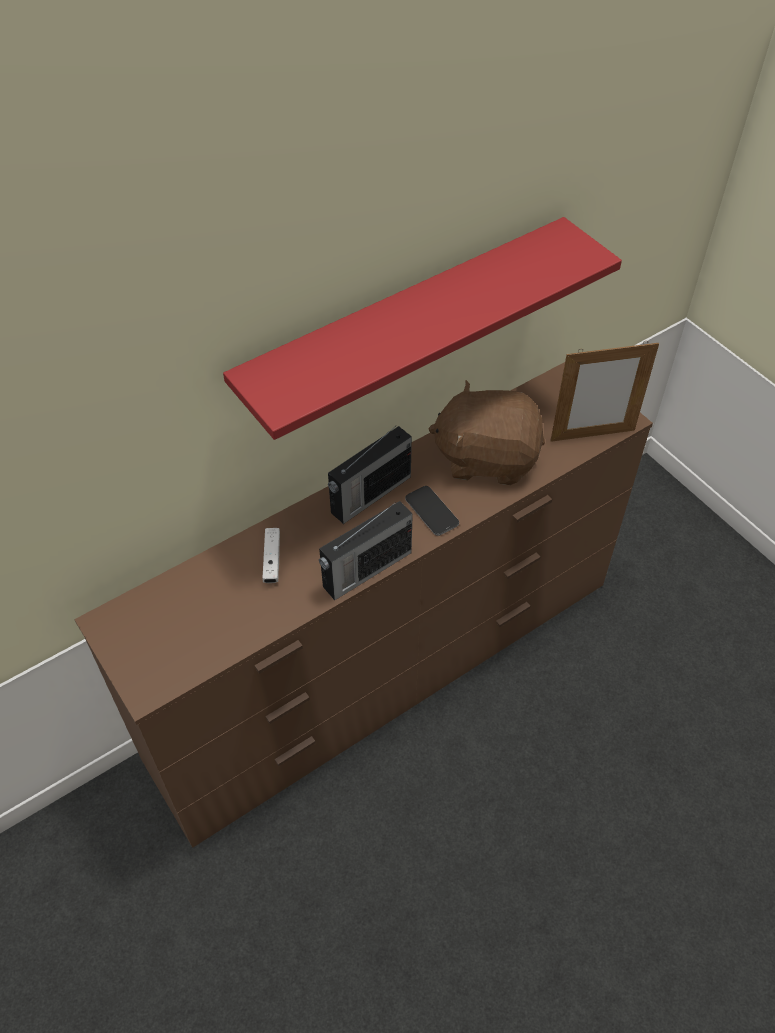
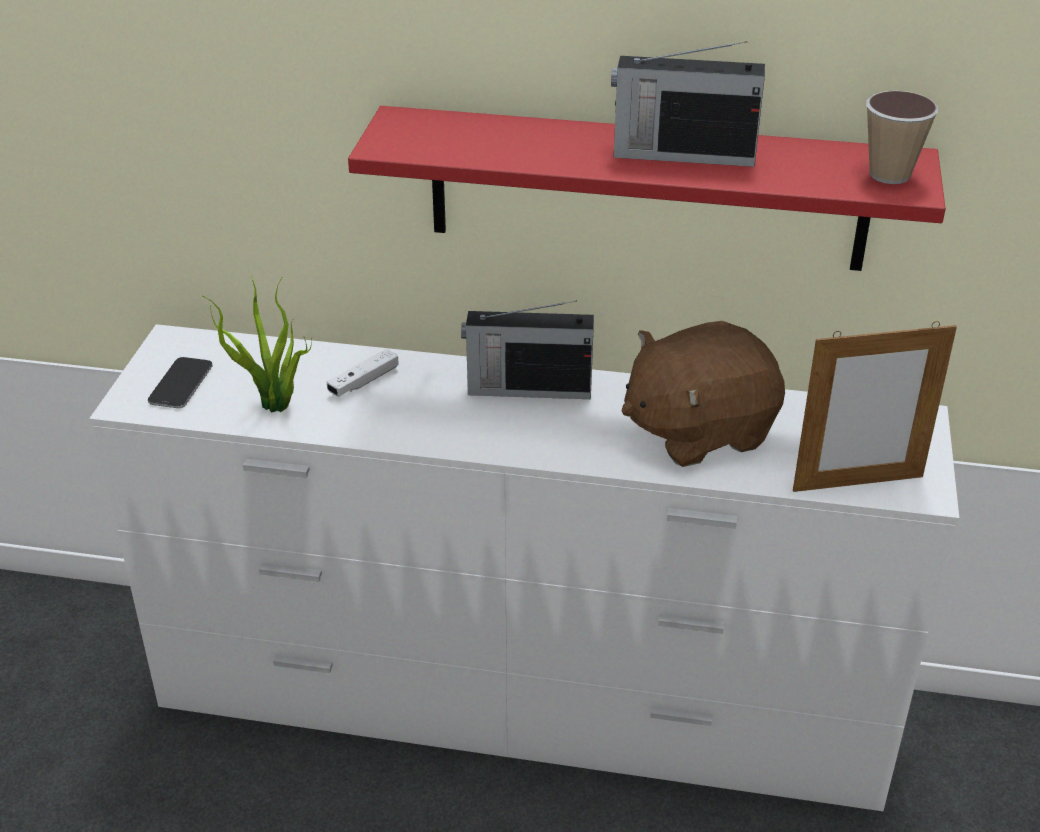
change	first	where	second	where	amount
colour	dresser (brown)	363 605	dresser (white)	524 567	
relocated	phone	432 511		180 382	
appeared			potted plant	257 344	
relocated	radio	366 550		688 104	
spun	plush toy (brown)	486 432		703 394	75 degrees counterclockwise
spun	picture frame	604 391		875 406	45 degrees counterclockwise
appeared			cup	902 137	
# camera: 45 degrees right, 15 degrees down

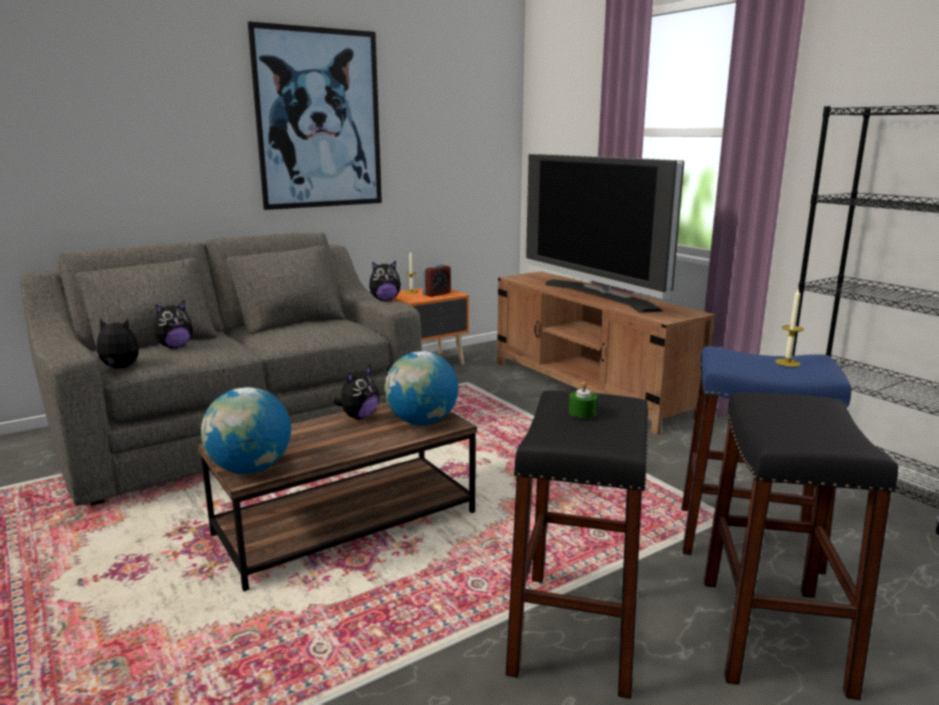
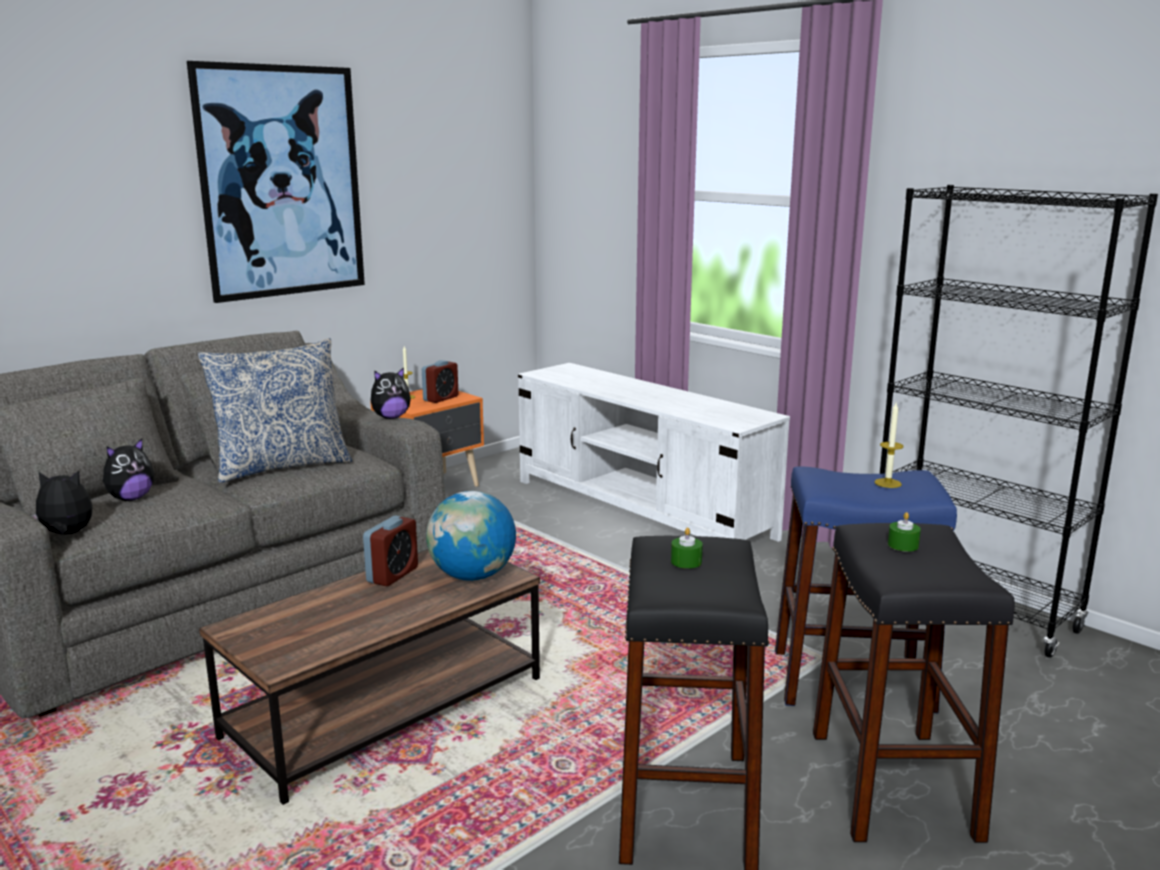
change	first	where	second	where	amount
appeared			pillow	275 410	
exchanged	plush toy	356 392	alarm clock	390 551	
colour	tv stand (brown)	606 353	tv stand (white)	654 452	
appeared			candle (green)	904 532	
missing	globe	246 430			
missing	television	605 233			
# camera: 10 degrees left, 0 degrees up

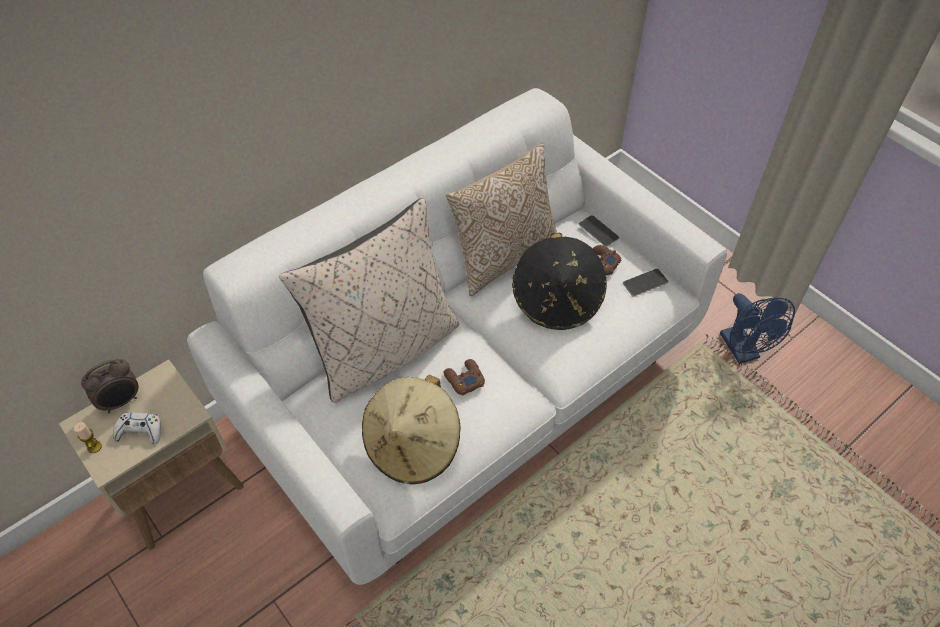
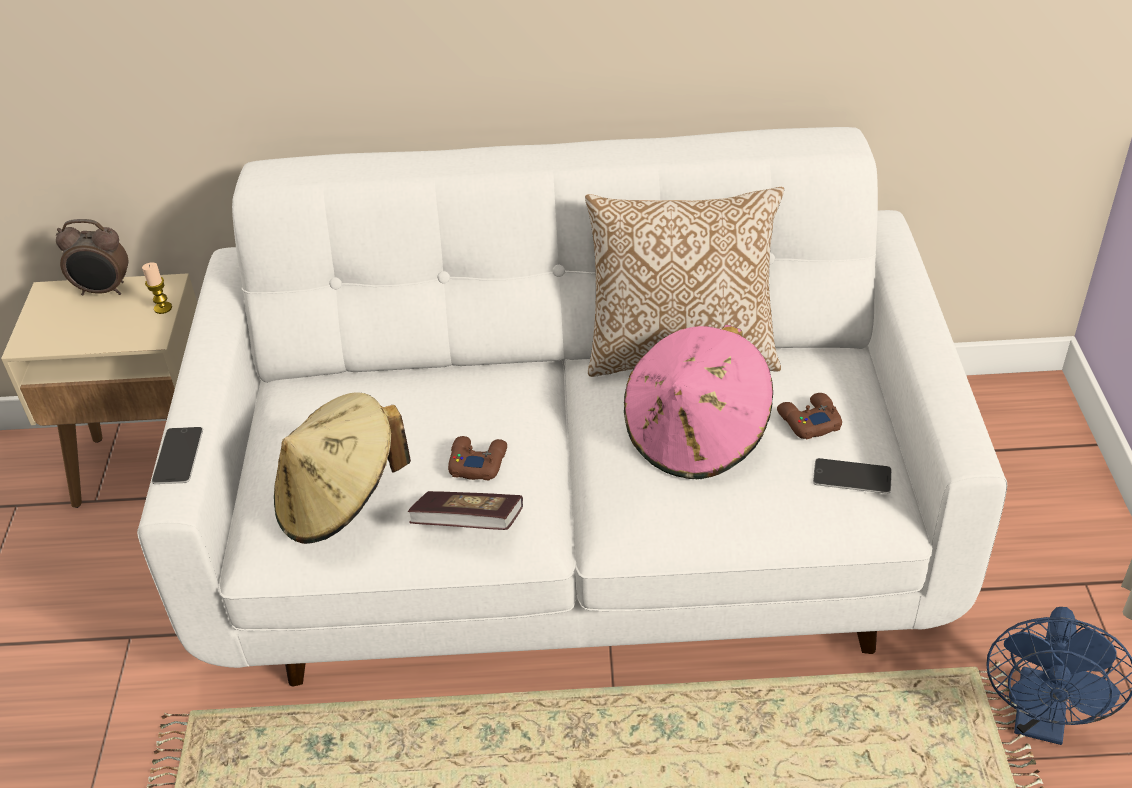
change	first	where	second	where	amount
relocated	candle	88 437		157 288	
relocated	phone	599 231		177 455	
appeared			book	465 510	
colour	hat (black)	559 281	hat (pink)	698 402	
missing	game controller (white)	137 428			
missing	pillow (beige)	369 300			
# camera: 40 degrees right, 10 degrees down

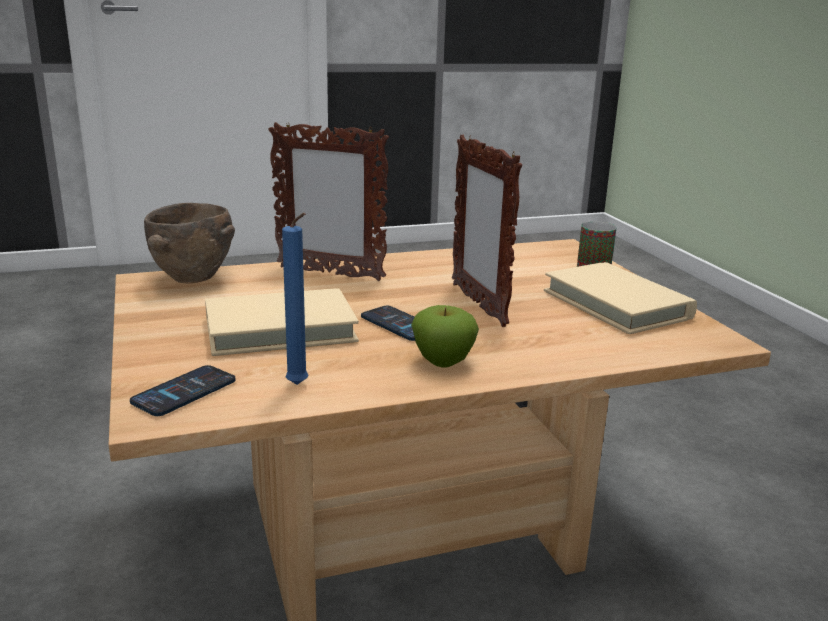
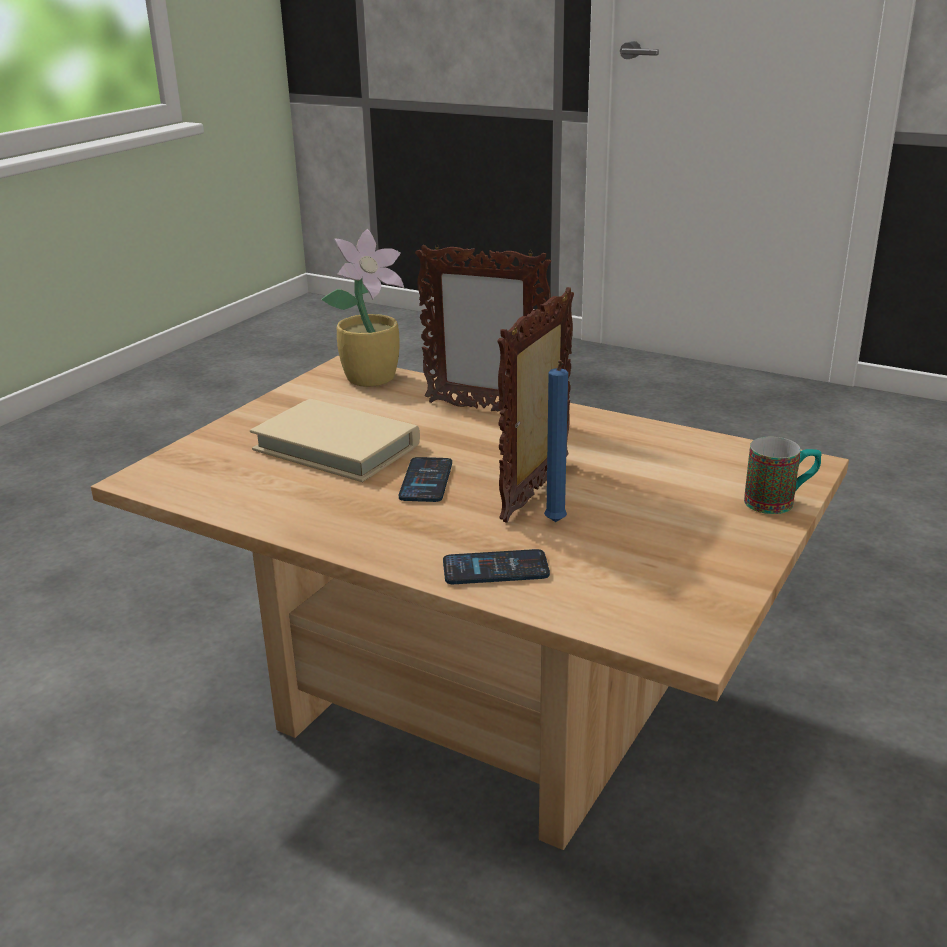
change	first	where	second	where	amount
exchanged	bowl (brown)	189 243	potted plant	362 308	
spun	picture frame	328 201		483 328	45 degrees counterclockwise
relocated	phone	183 390		496 566	
relocated	candle (blue)	295 299		556 441	
missing	apple	445 336			
missing	book (beige)	620 298			
# camera: 50 degrees right, 5 degrees up

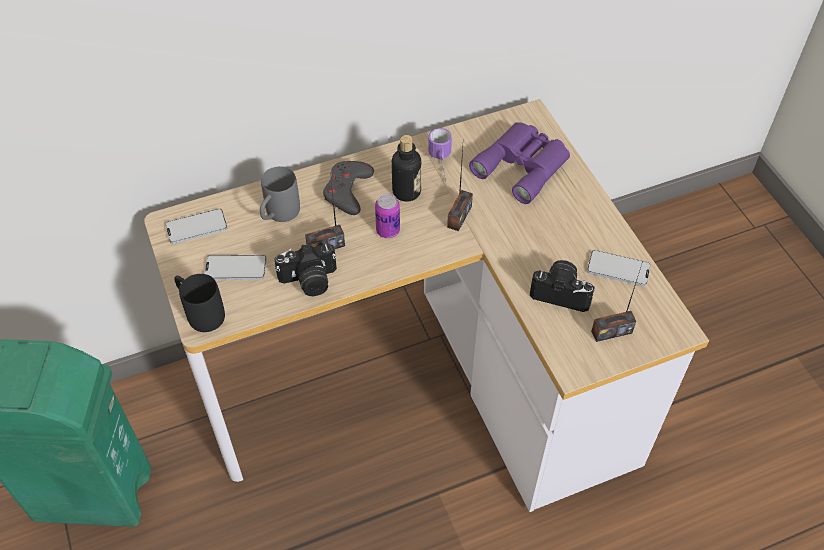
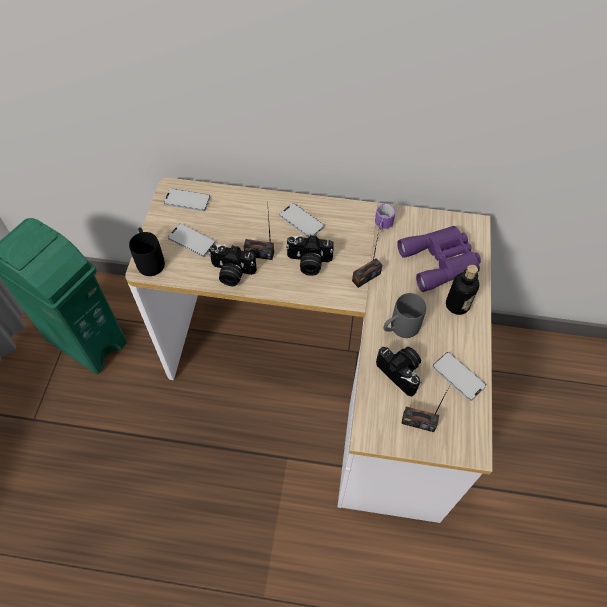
change	first	where	second	where	amount
exchanged	game controller (grey)	348 188	phone	301 220	
exchanged	can	387 215	photo camera	310 255	
relocated	mug (grey)	280 194		404 315	
relocated	bottle	407 168		462 290	
# camera: 30 degrees right, 5 degrees up

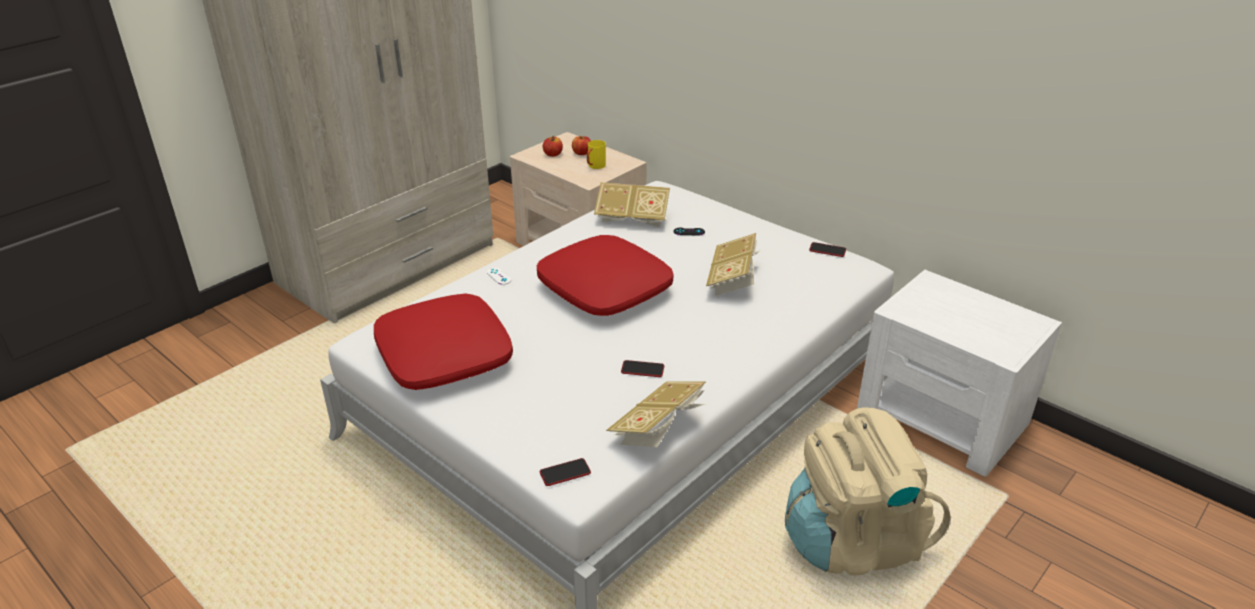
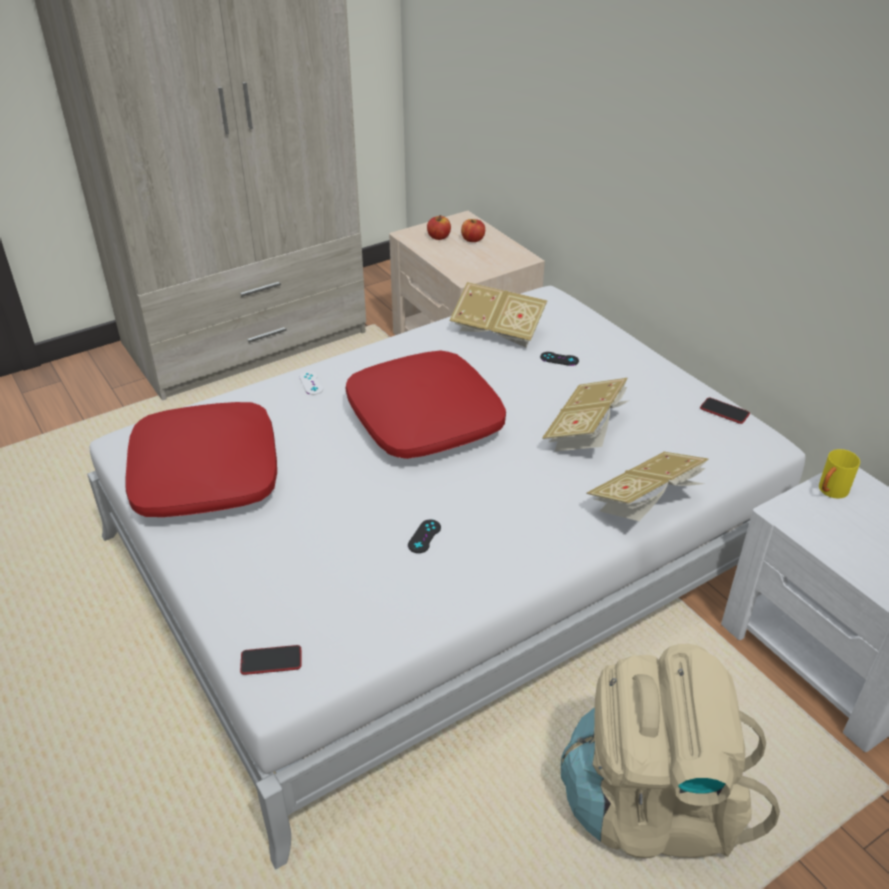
change	first	where	second	where	amount
exchanged	phone	642 368	game controller (black)	424 536	
relocated	book	656 414		647 486	
relocated	mug (yellow)	596 154		839 474	
# camera: 15 degrees right, 5 degrees up

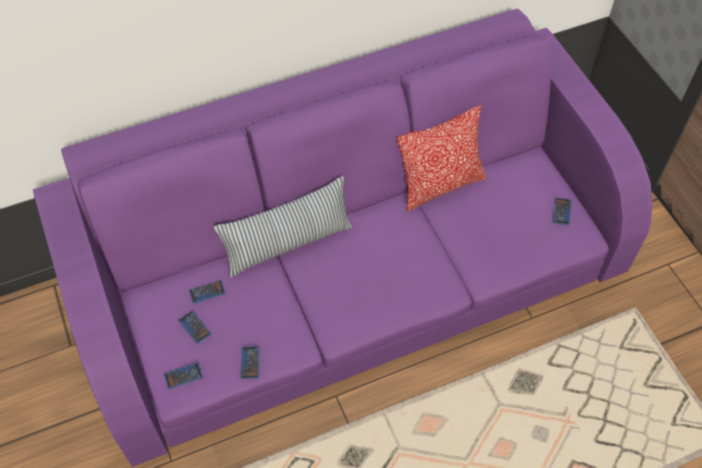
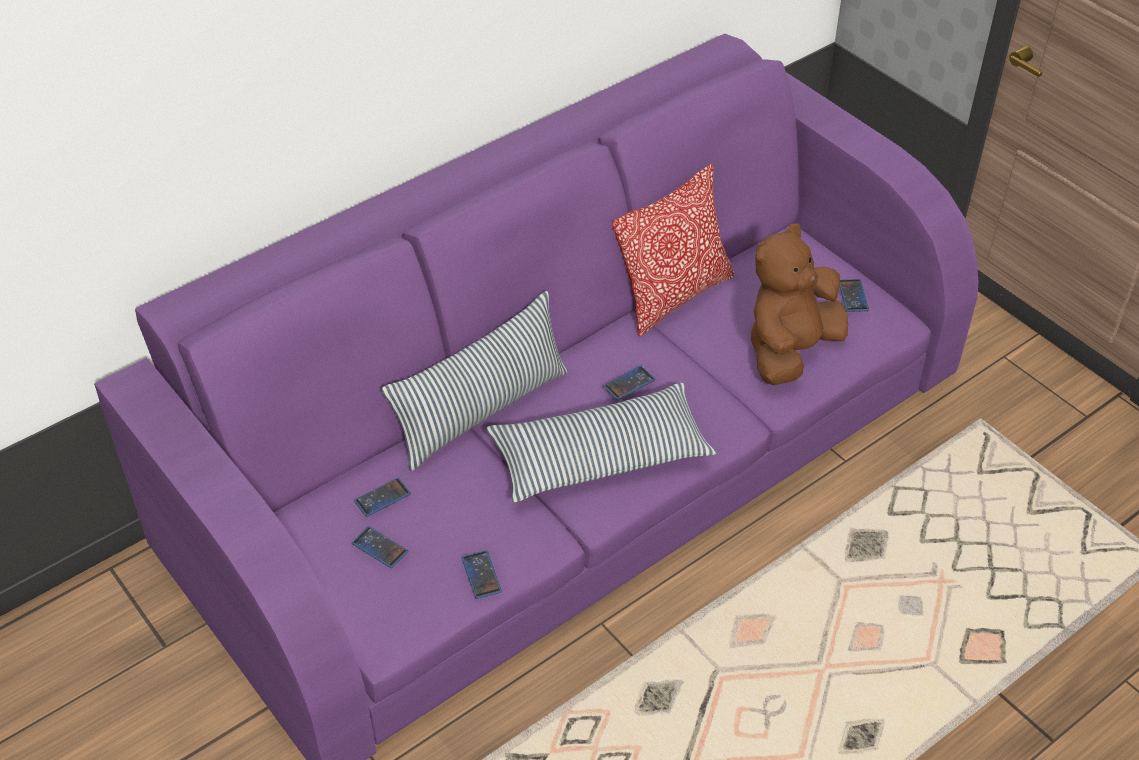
change	first	where	second	where	amount
appeared			pillow	601 442	
relocated	phone	183 375		629 383	
appeared			plush toy (brown)	799 304	
# camera: 15 degrees left, 10 degrees down

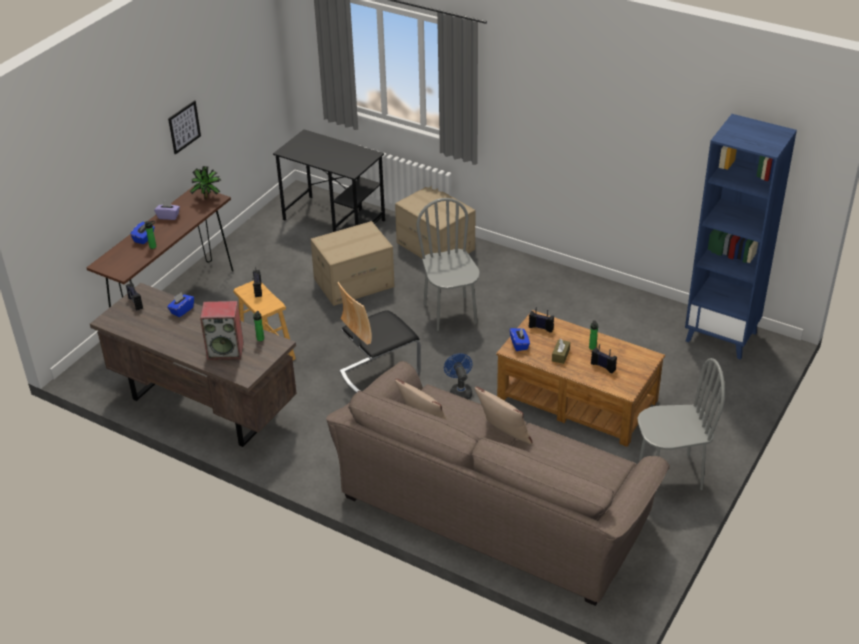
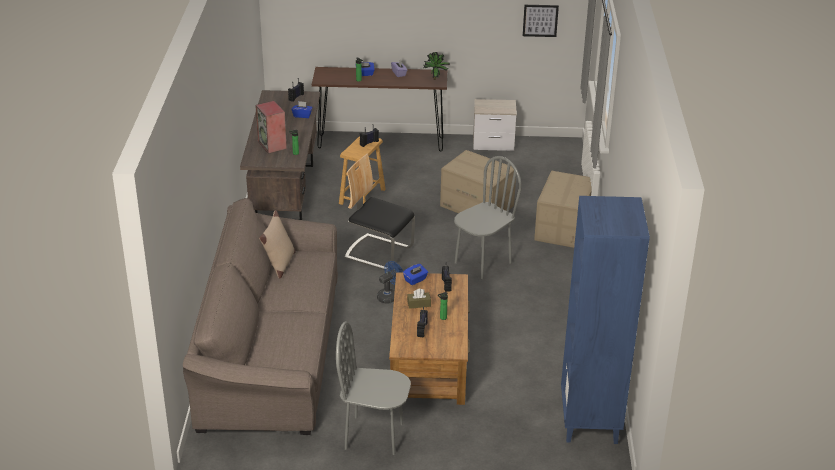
change	first	where	second	where	amount
spun	chair (grey)	681 424		373 388	135 degrees clockwise
appeared			nightstand	495 125	
relocated	picture	184 127		541 21	
missing	desk (black)	329 180			
missing	pillow (beige)	504 415			
# camera: 60 degrees right, 5 degrees down

